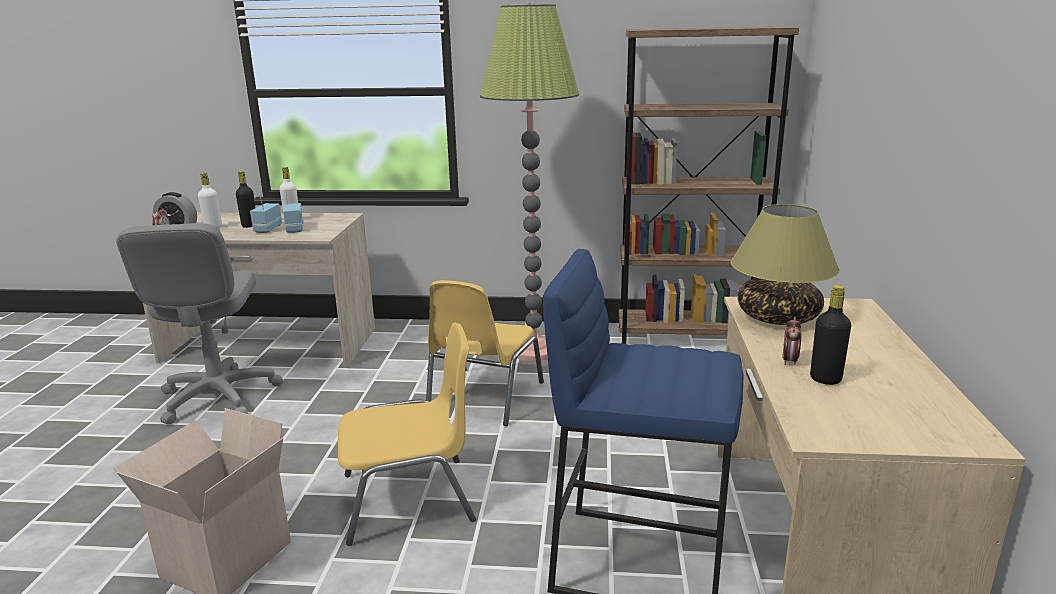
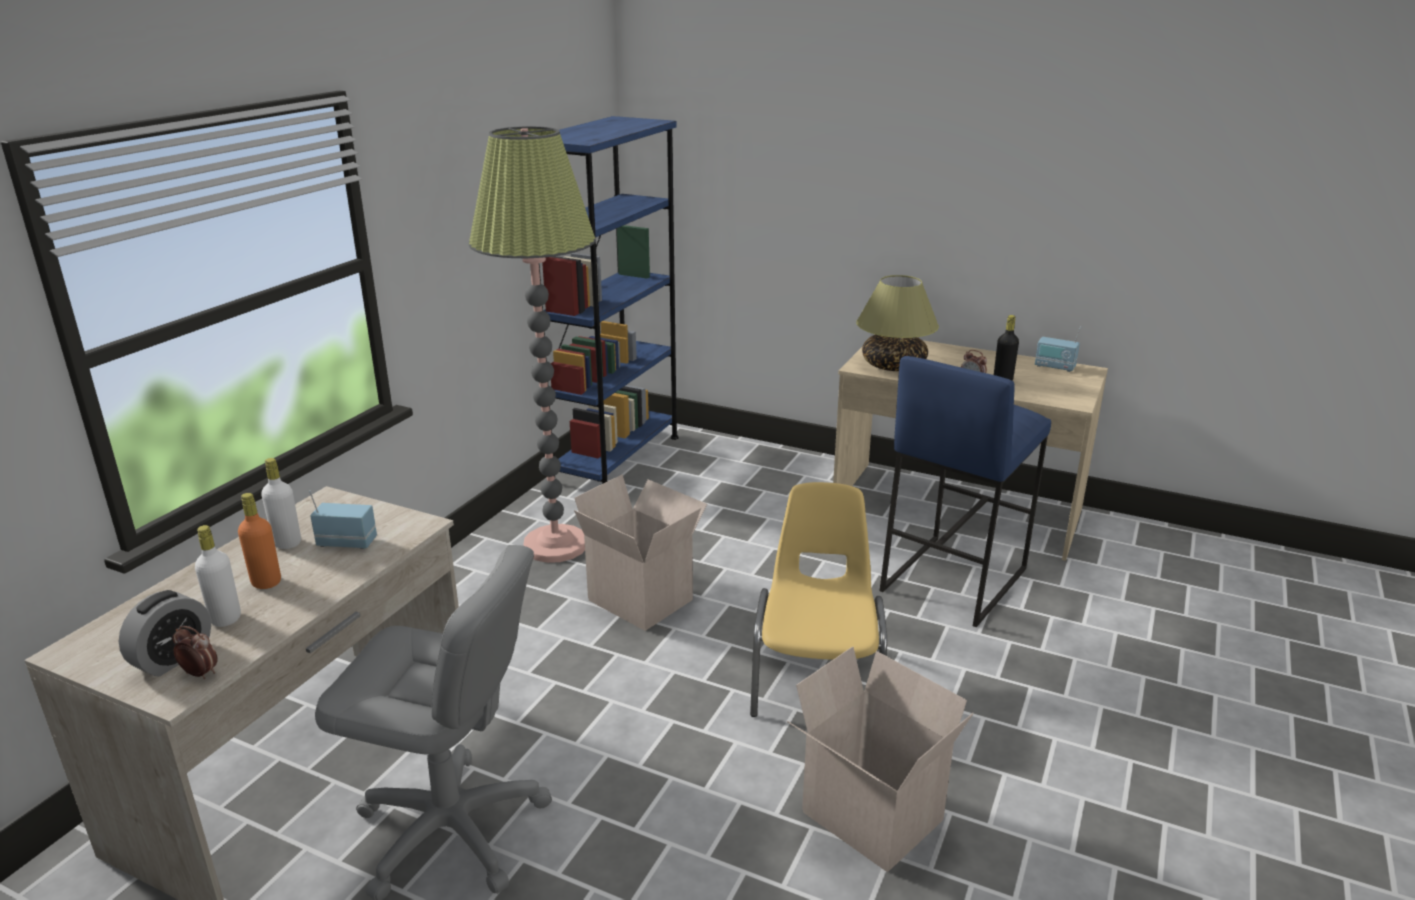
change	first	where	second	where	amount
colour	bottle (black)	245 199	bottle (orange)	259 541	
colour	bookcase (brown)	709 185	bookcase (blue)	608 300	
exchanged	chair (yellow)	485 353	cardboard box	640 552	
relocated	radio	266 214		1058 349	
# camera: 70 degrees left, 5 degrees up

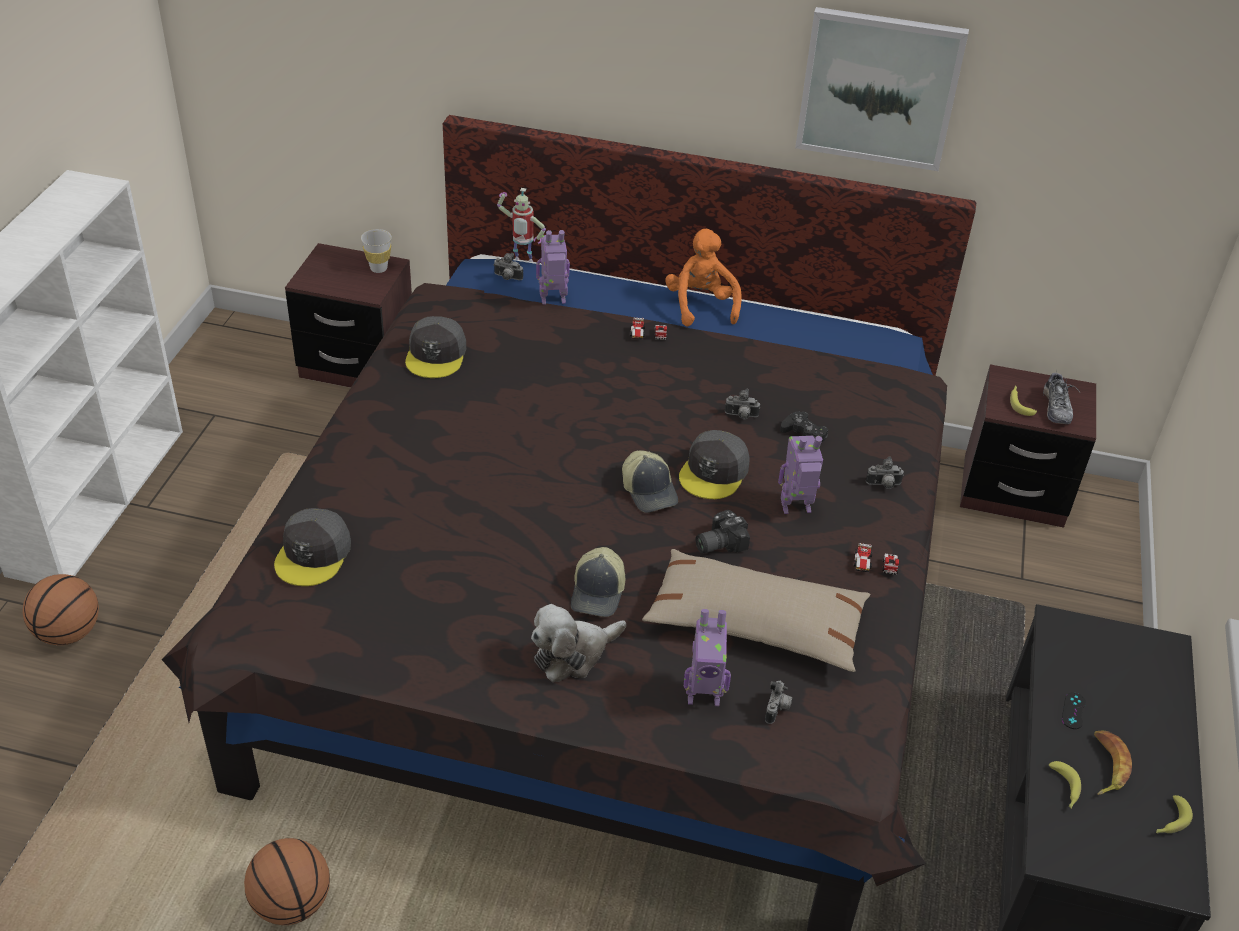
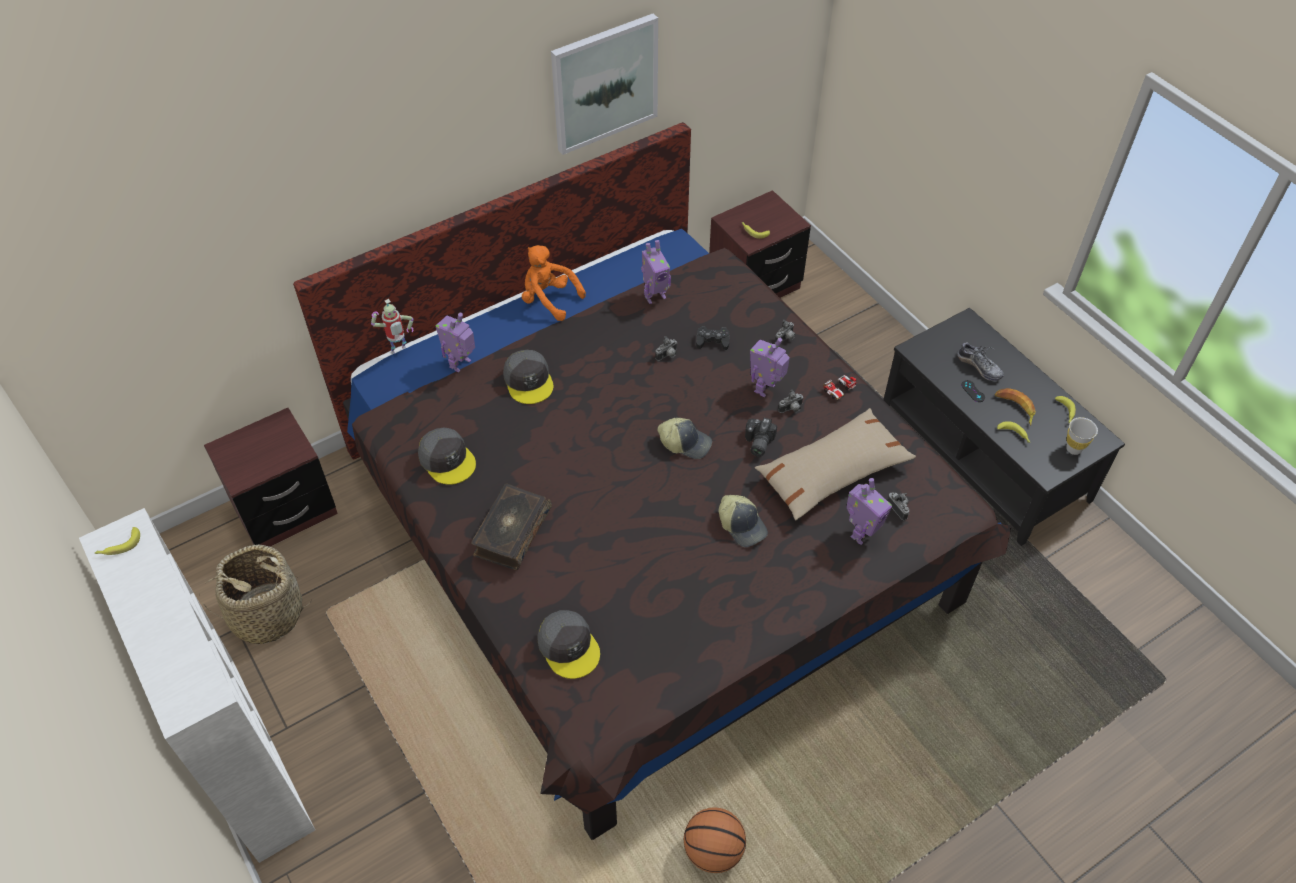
change	first	where	second	where	amount
appeared			banana	117 541	
appeared			basket	257 595	
appeared			book	511 527	
relocated	cap (grey)	714 464		528 377	
appeared			toy robot	656 272	
relocated	photo camera	508 266		791 401	
relocated	shoe	1061 398		980 361	
relocated	cup (white)	376 251		1082 436	
missing	basketball	61 609			
missing	plush toy	578 643			
missing	toy car	648 328			
# camera: 45 degrees left, 10 degrees up

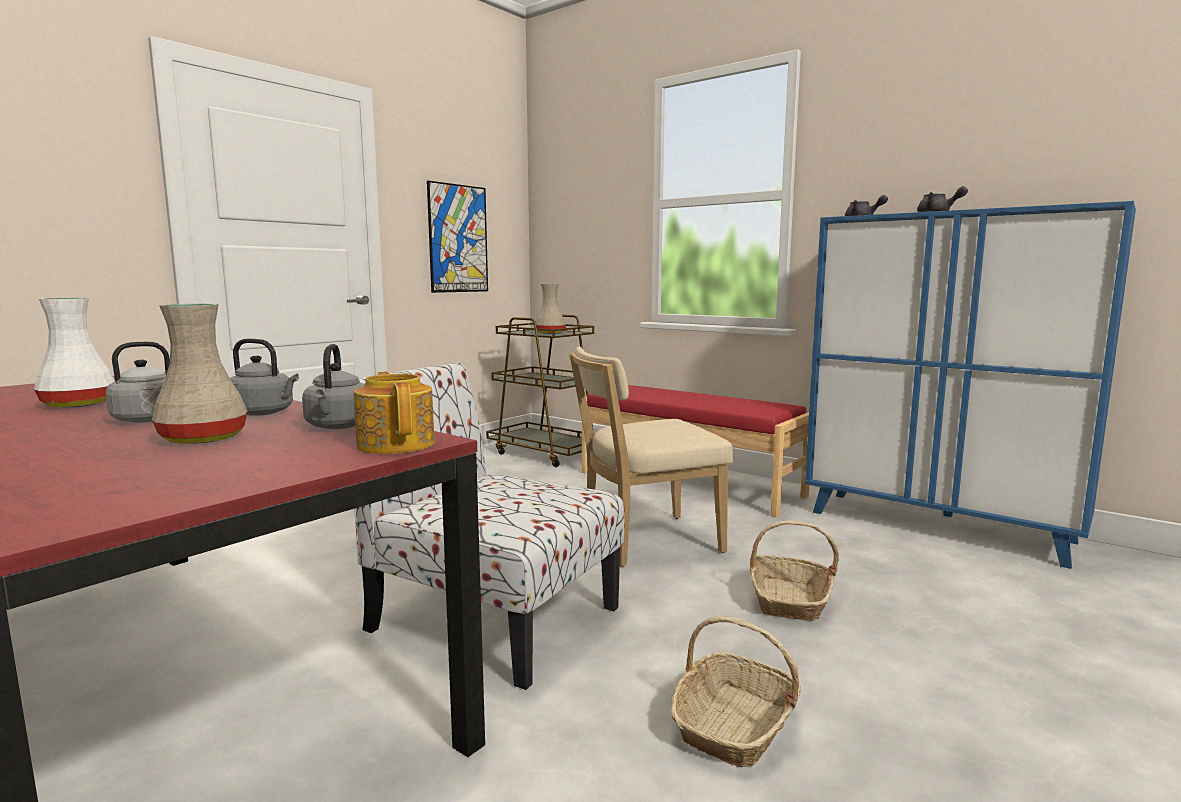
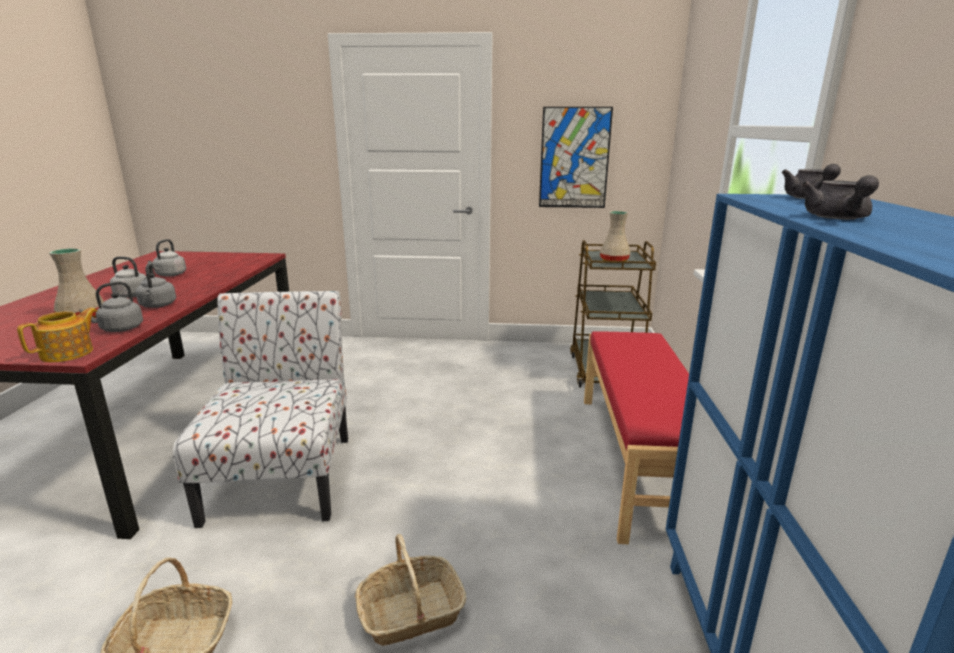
change	first	where	second	where	amount
exchanged	vase (white)	74 353	kettle (grey)	167 258	
missing	chair (beige)	651 456			
# camera: 55 degrees right, 10 degrees up

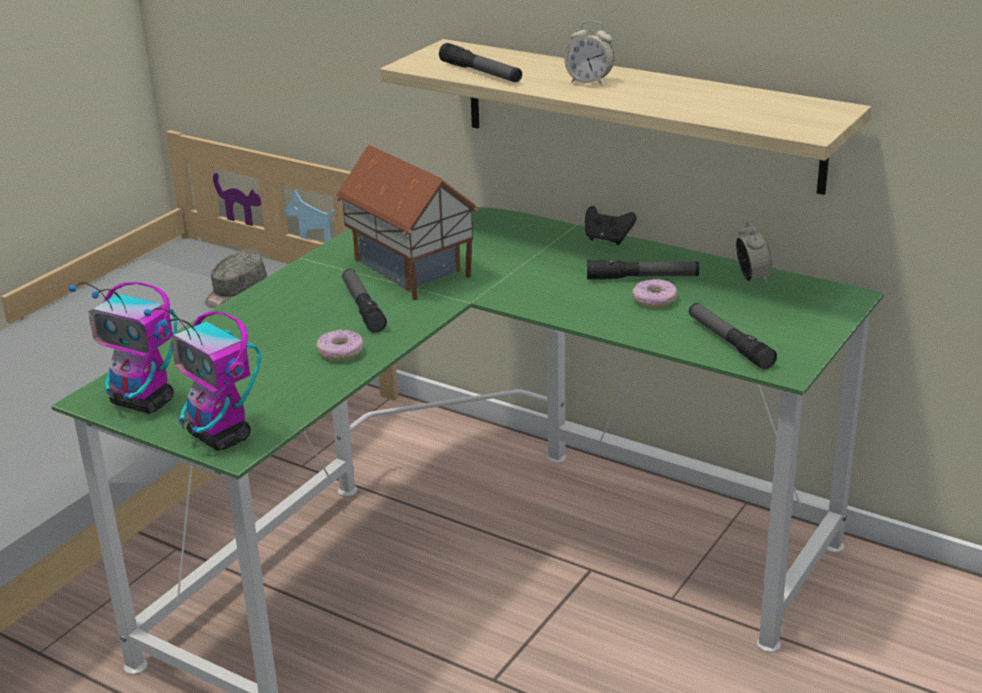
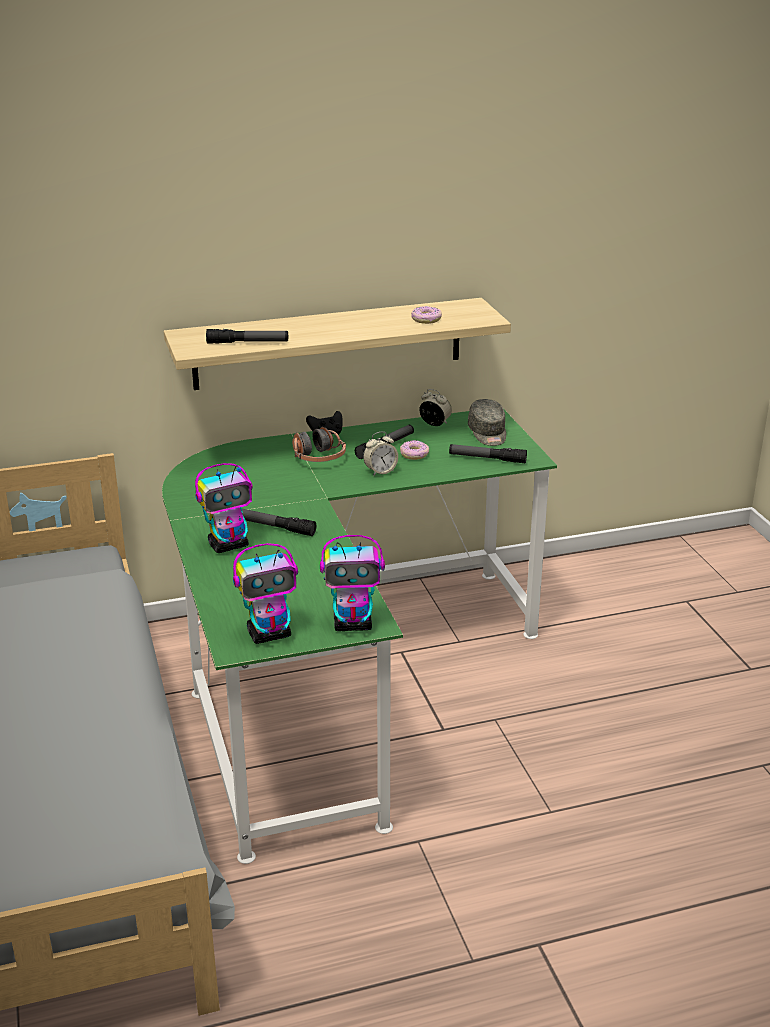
change	first	where	second	where	amount
appeared			toy robot	224 508	
appeared			headphones	319 444	
relocated	alarm clock	589 53		380 454	
relocated	donut	339 345		426 315	
relocated	cap (grey)	236 279		487 422	
missing	toy house	407 222			
# camera: 50 degrees left, 0 degrees up

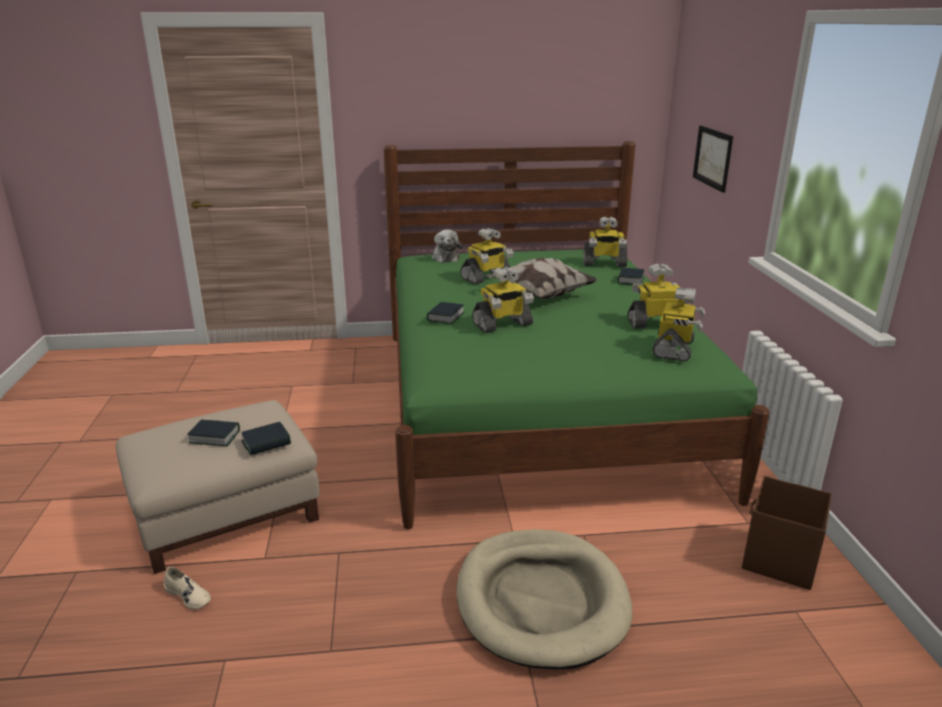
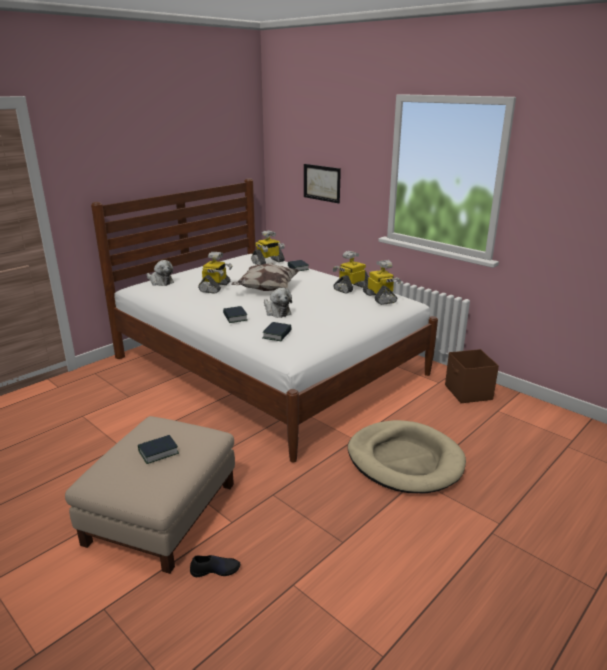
change	first	where	second	where	amount
colour	bed (green)	576 335	bed (white)	264 320	
colour	shoe (beige)	187 588	shoe (black)	215 566	
relocated	book	266 438		277 331	
exchanged	toy robot	503 300	plush toy	278 303	
# camera: 40 degrees left, 0 degrees up

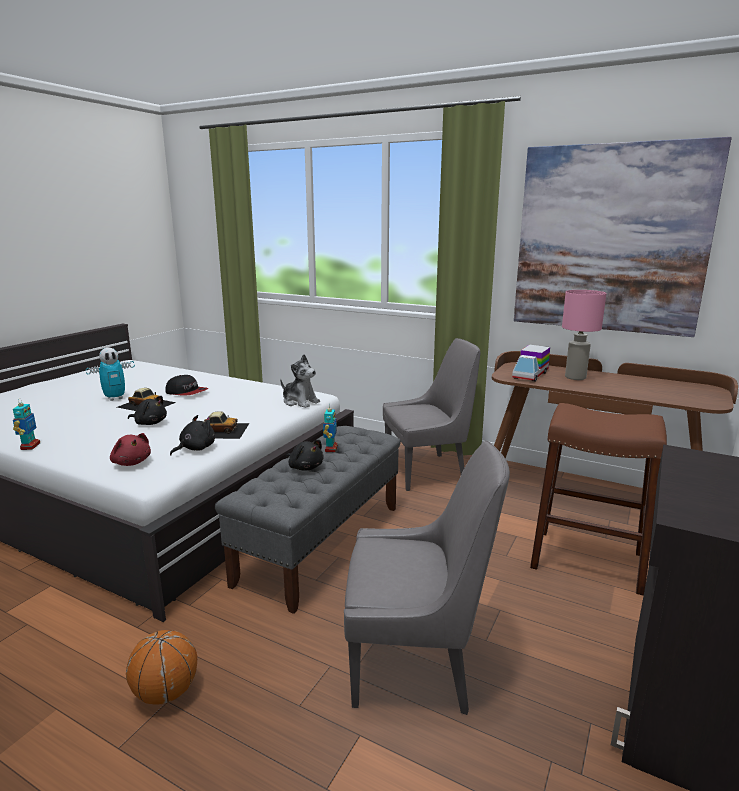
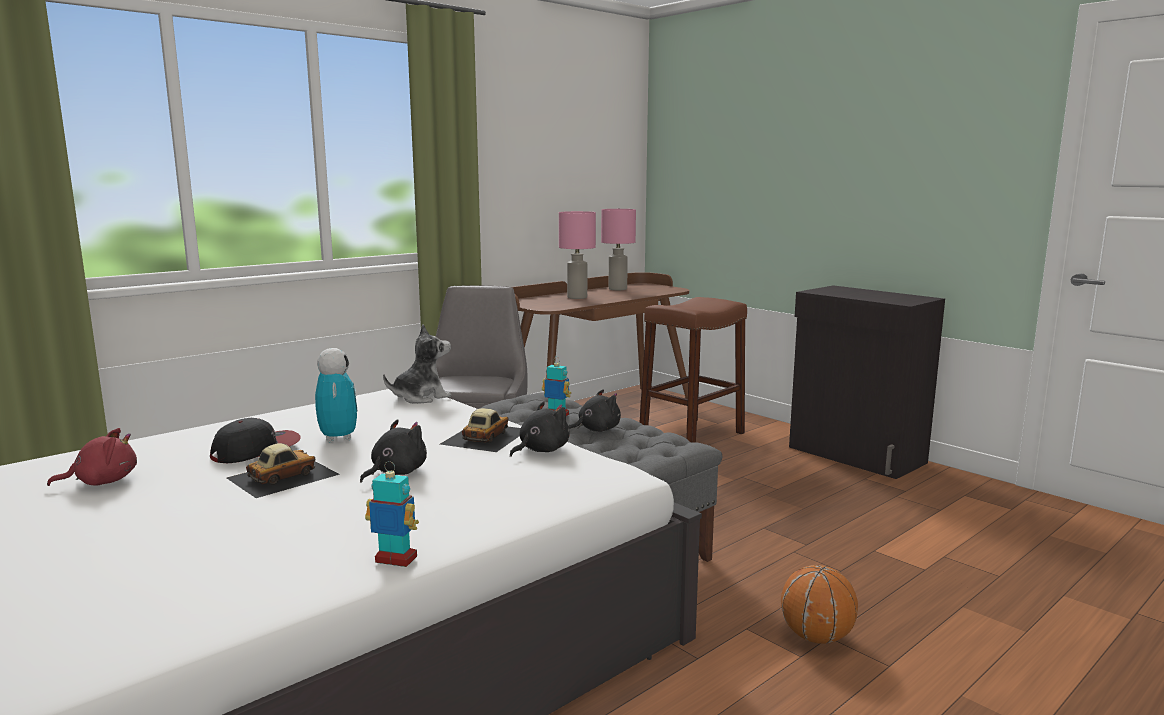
change	first	where	second	where	amount
relocated	plush toy (red)	130 449		92 457	
relocated	toy robot	110 374		336 395	
spun	plush toy (black)	192 435		539 429	75 degrees clockwise
appeared			table lamp (pink)	618 249	
missing	chair (grey)	427 578			
missing	toy truck	531 363			
missing	picture	623 237			
# camera: 70 degrees left, 5 degrees down

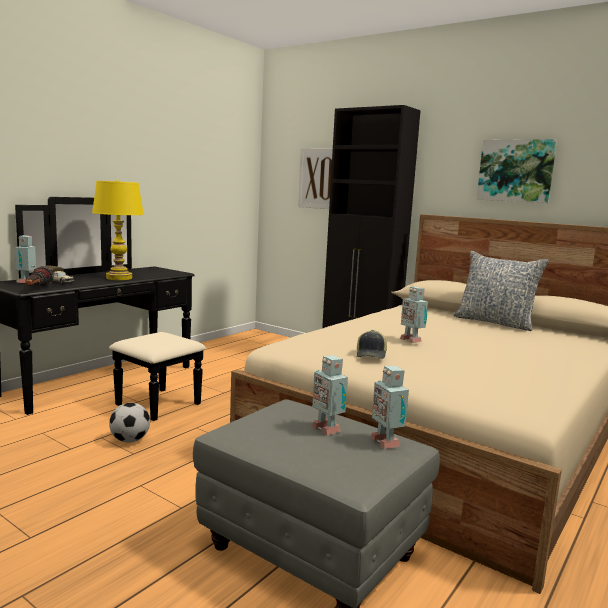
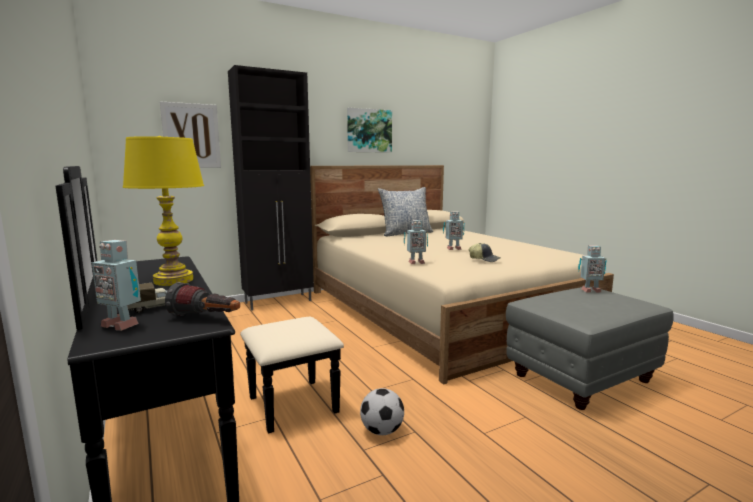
change	first	where	second	where	amount
relocated	toy robot	330 395		416 242	
# camera: 65 degrees left, 0 degrees up

